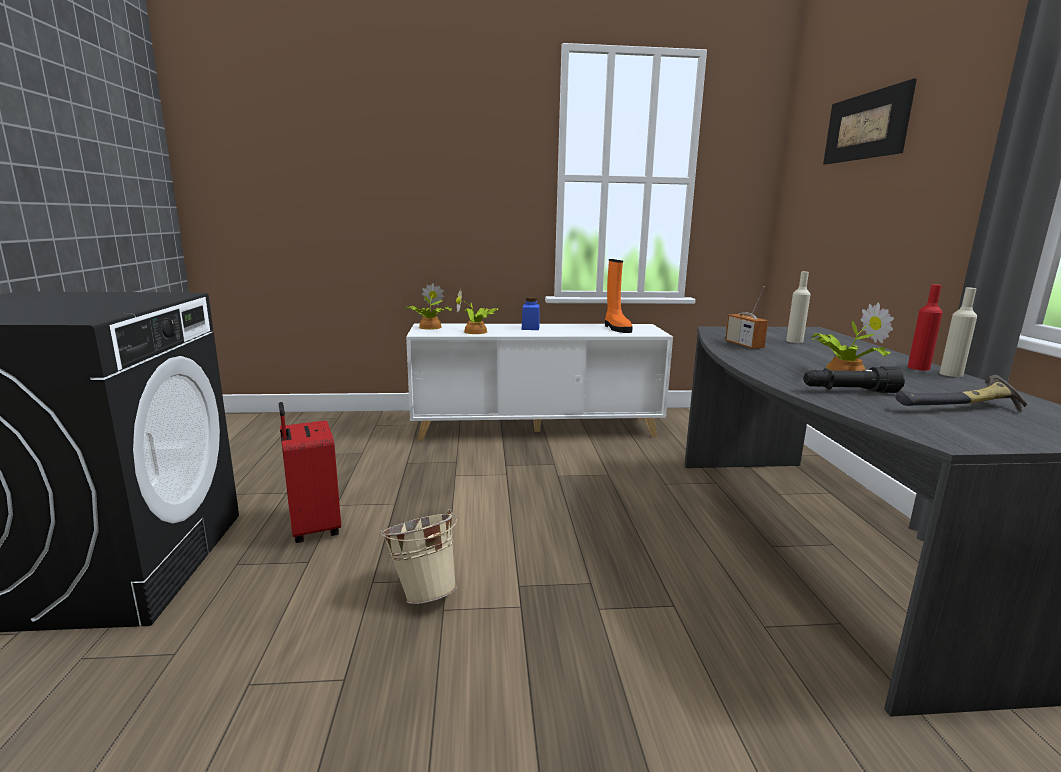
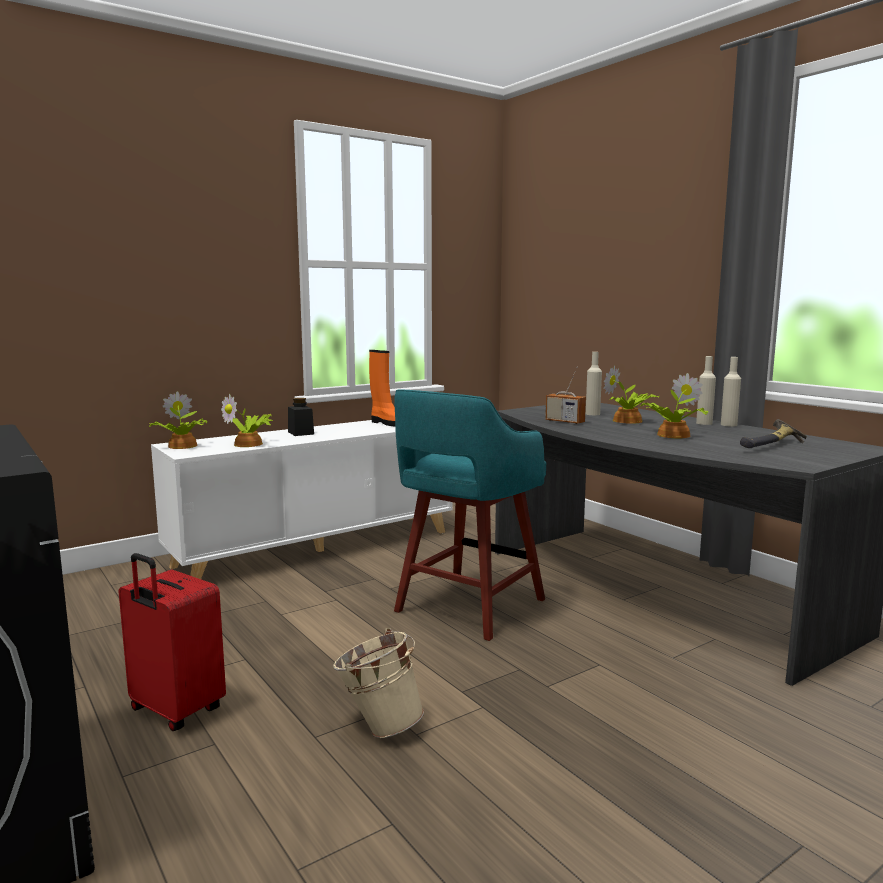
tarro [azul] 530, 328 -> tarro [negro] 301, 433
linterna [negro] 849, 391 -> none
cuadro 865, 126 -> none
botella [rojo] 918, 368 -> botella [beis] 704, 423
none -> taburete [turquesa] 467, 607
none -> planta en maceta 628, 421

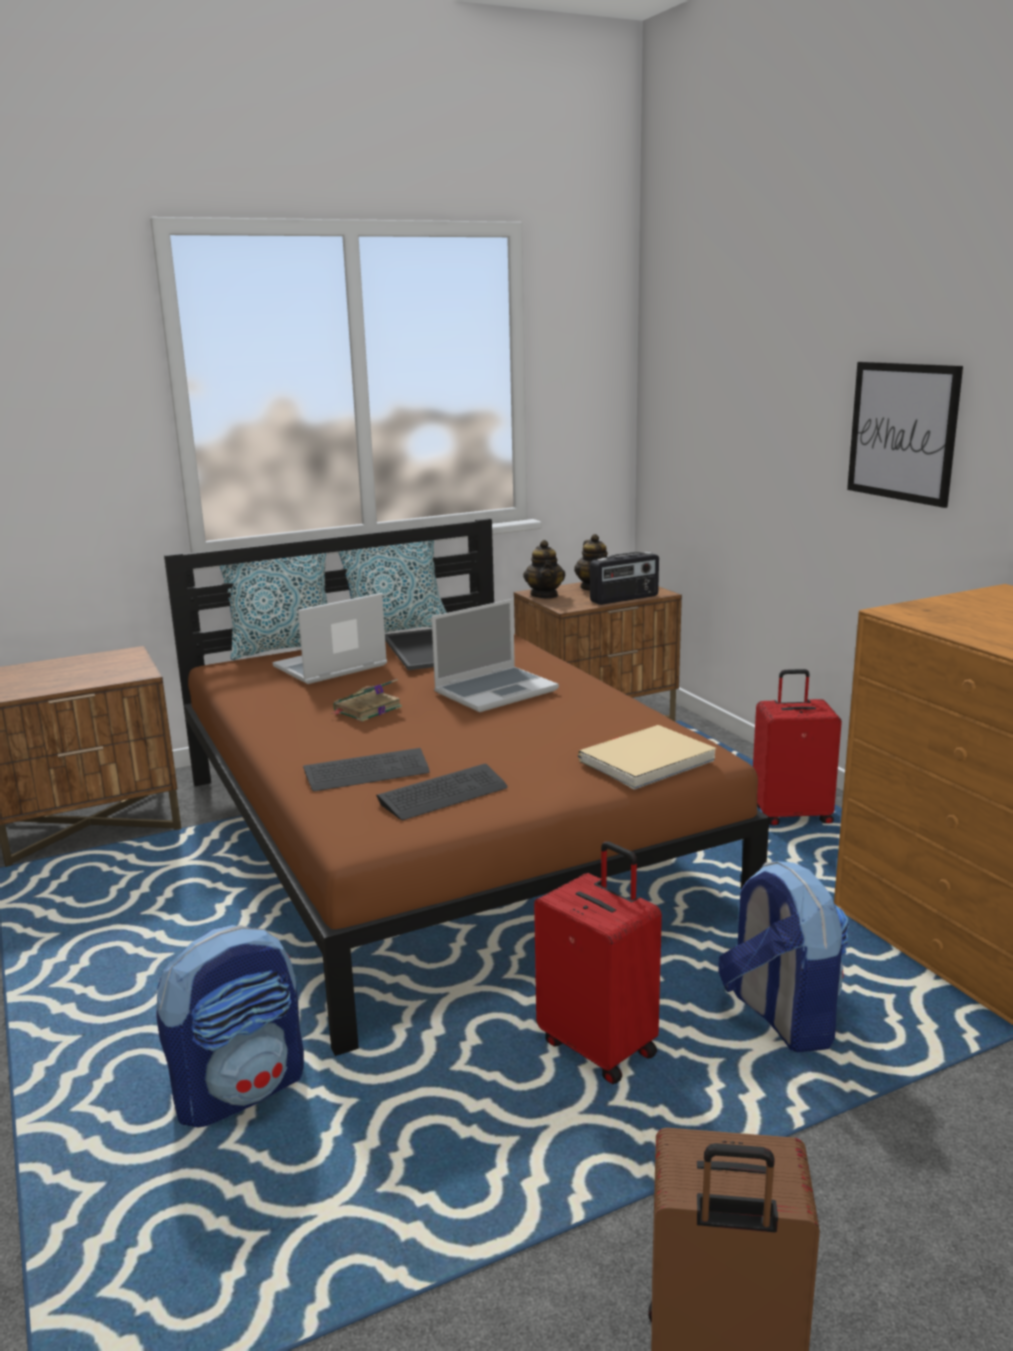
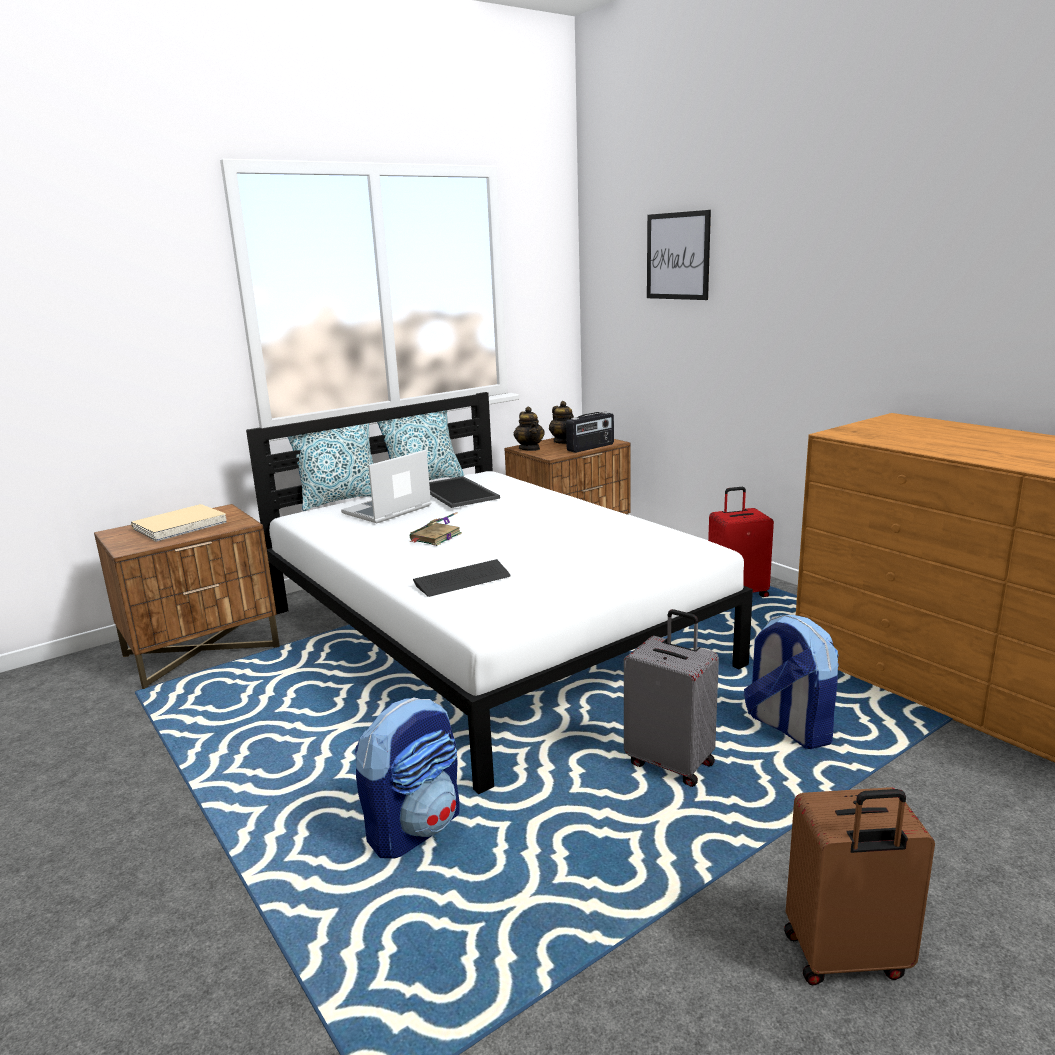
cama [marrón] 439, 842 -> cama [blanco] 489, 636
teclado 443, 795 -> none
portátil 496, 691 -> none
maleta [rojo] 600, 1046 -> maleta [gris] 671, 763
libro [beis] 646, 762 -> libro [beis] 180, 526, move
cuadro 902, 432 -> cuadro 678, 256, move

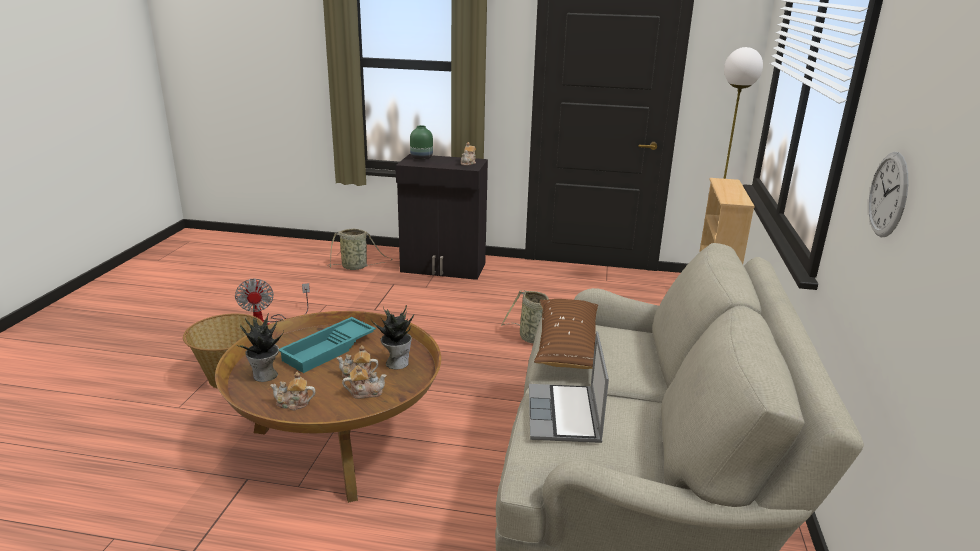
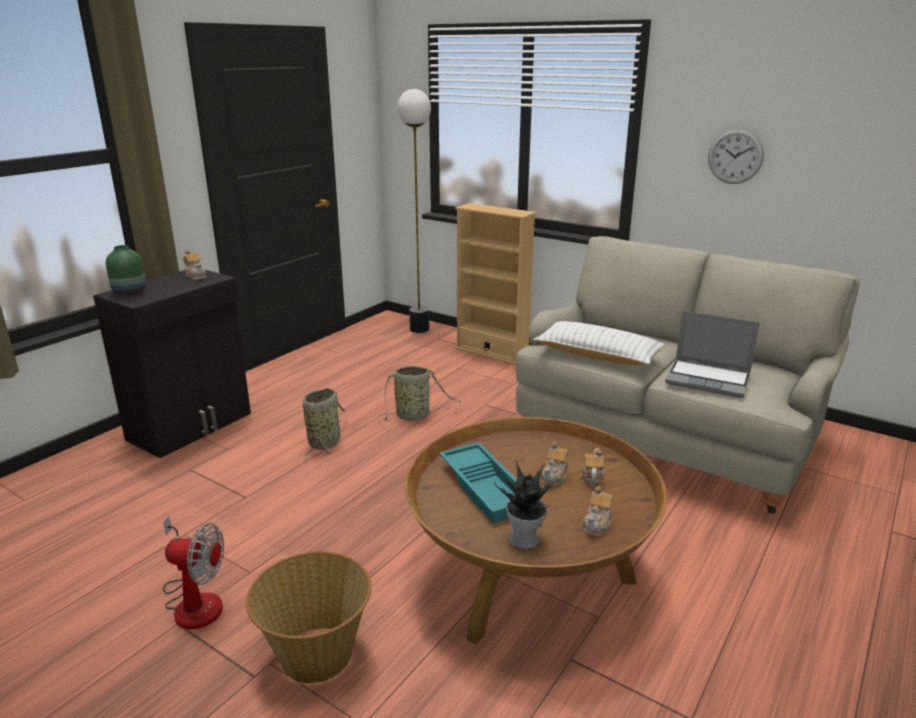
cesta 356, 267 -> cesta 325, 442, move
planta en maceta 396, 363 -> none
cojín [marrón] 567, 345 -> cojín [blanco] 597, 355

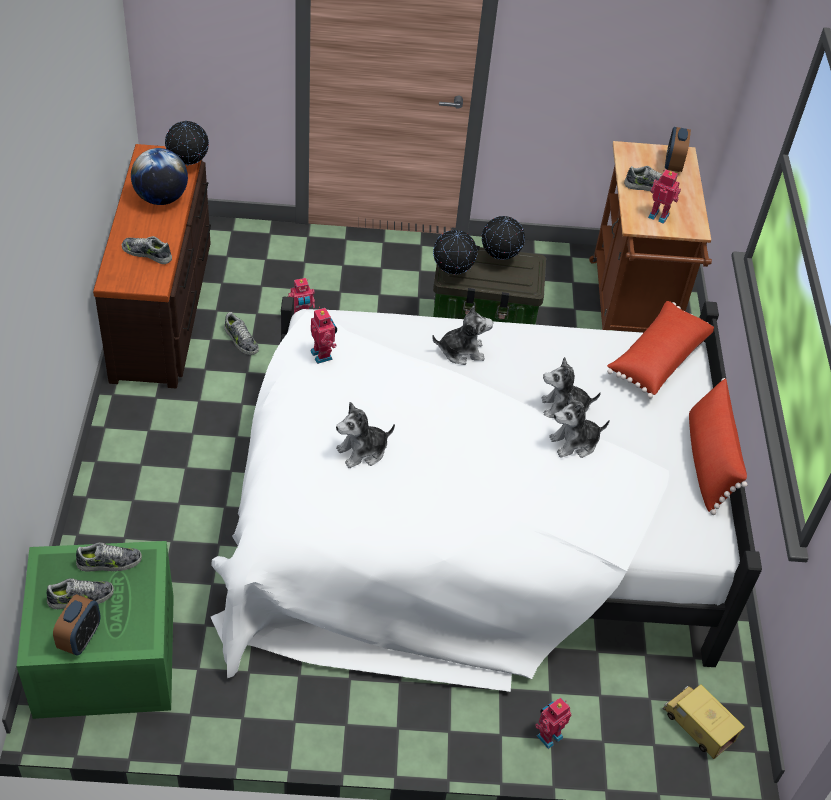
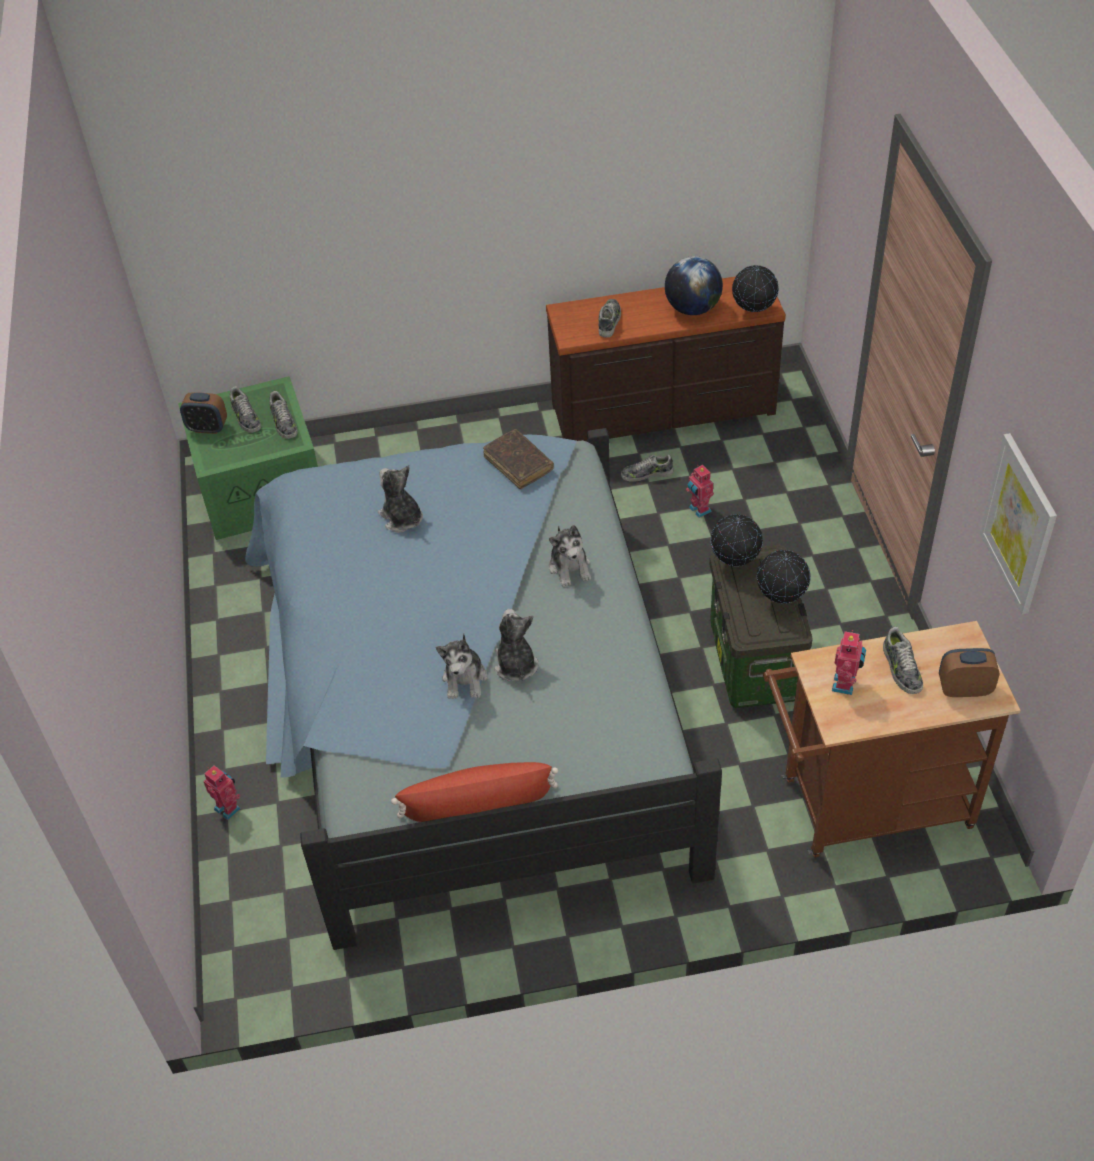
cama [blanco] 470, 524 -> cama [azul] 467, 702
zapato 240, 340 -> zapato 647, 474, 45 degrees clockwise
robot de juguete 323, 354 -> libro [marrón] 518, 464
peluche 575, 443 -> peluche 465, 679, 150 degrees counterclockwise
cojín [rojo] 657, 358 -> none
camión de juguete 698, 726 -> none
none -> cuadro 1019, 524

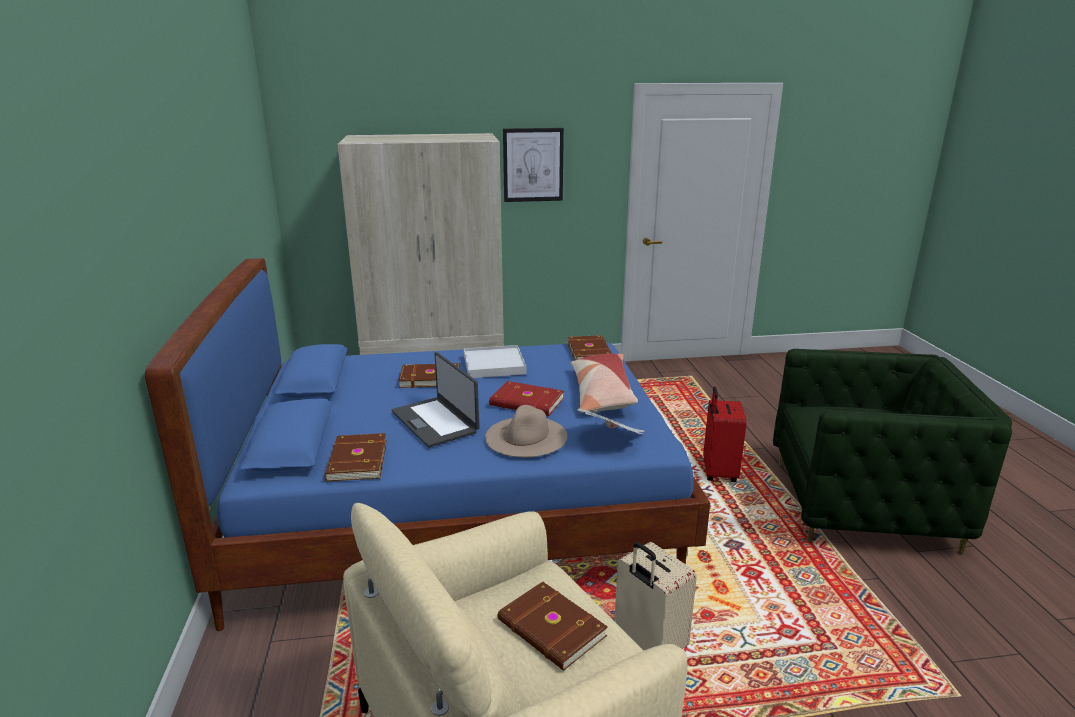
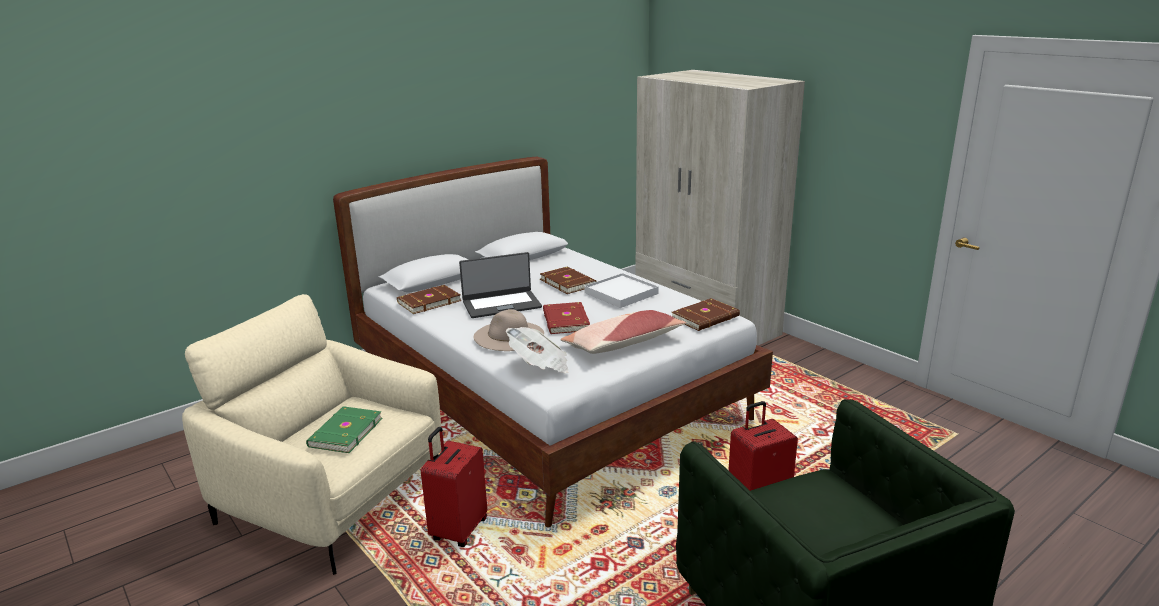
cama [azul] 457, 508 -> cama [blanco] 549, 396
portátil 436, 421 -> portátil 501, 304, 135 degrees counterclockwise
libro [marrón] 551, 629 -> libro [verde] 344, 432
cuadro 533, 165 -> none
maleta [beis] 648, 646 -> maleta [rojo] 458, 530

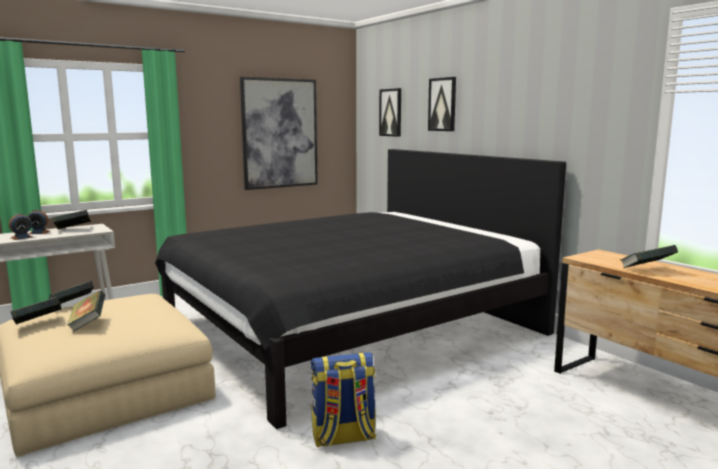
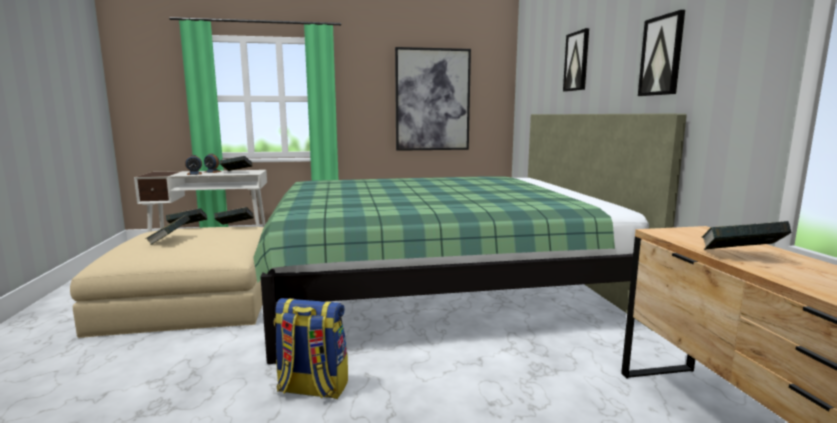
libro 38, 324 -> libro 235, 226, move
cama [negro] 350, 327 -> cama [verde] 438, 284
cuadro 391, 112 -> cuadro 661, 56, move

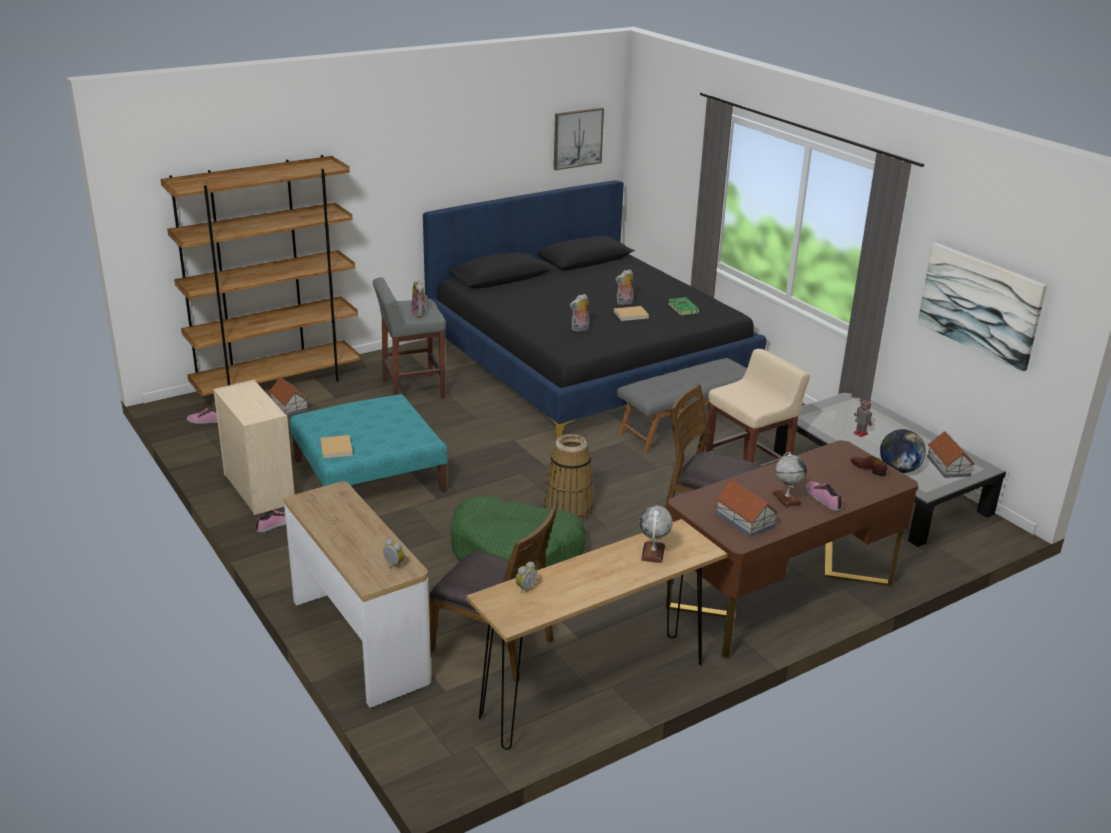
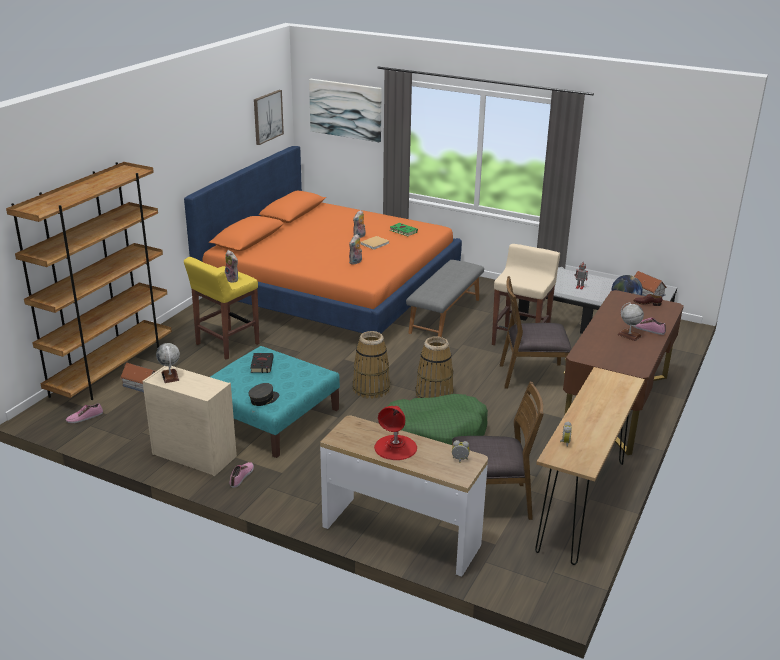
libro [beis] 336, 447 -> gorra [gris] 264, 399
taburete [gris] 412, 389 -> taburete [amarillo] 226, 344
cama [negro] 588, 361 -> cama [naranja] 331, 289
globo terráqueo 653, 553 -> globo terráqueo 170, 376, move
casita 744, 519 -> none
cuadro 980, 304 -> cuadro 345, 109, move
none -> libro [negro] 262, 364
none -> cesta 371, 388
none -> lámpara de mesa [rojo] 395, 447

